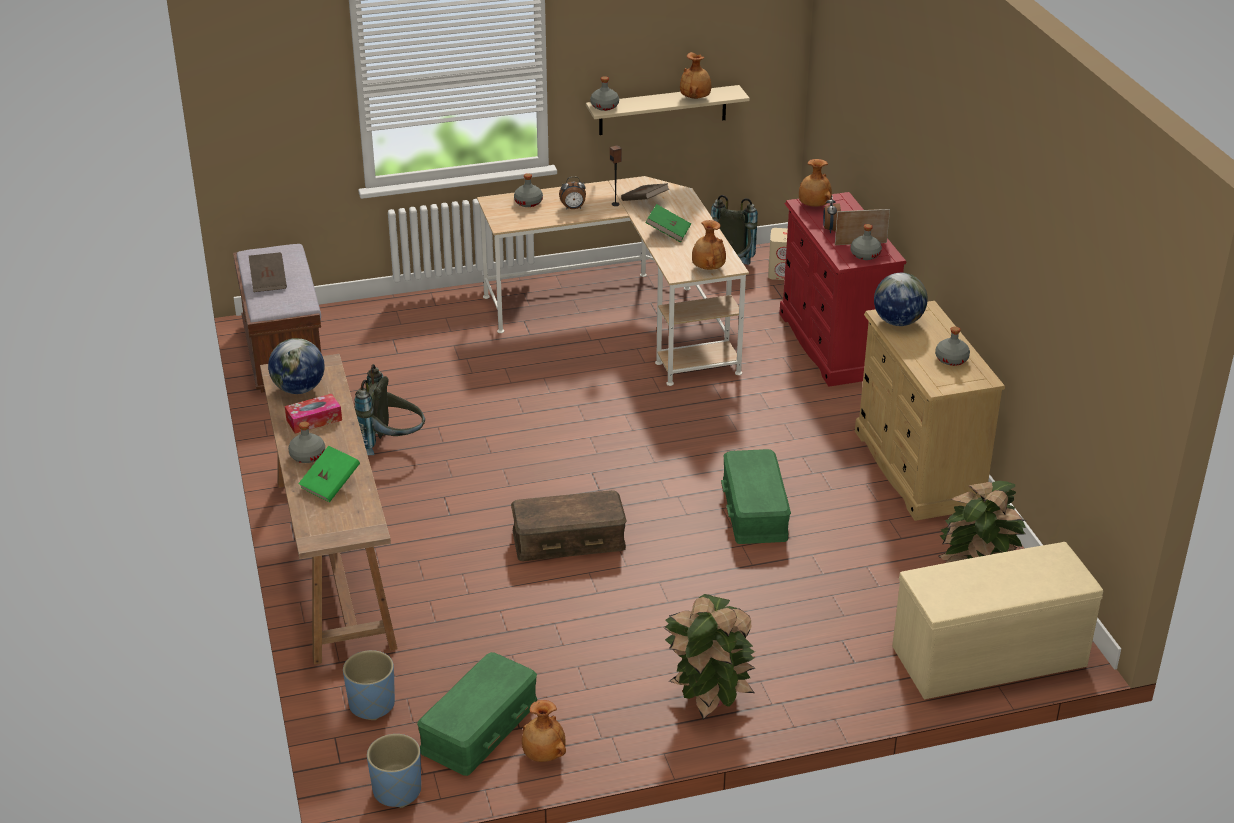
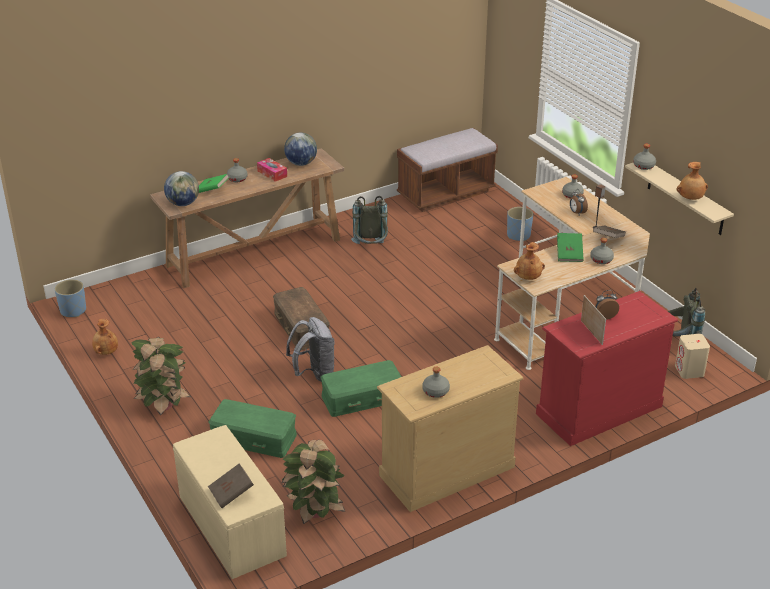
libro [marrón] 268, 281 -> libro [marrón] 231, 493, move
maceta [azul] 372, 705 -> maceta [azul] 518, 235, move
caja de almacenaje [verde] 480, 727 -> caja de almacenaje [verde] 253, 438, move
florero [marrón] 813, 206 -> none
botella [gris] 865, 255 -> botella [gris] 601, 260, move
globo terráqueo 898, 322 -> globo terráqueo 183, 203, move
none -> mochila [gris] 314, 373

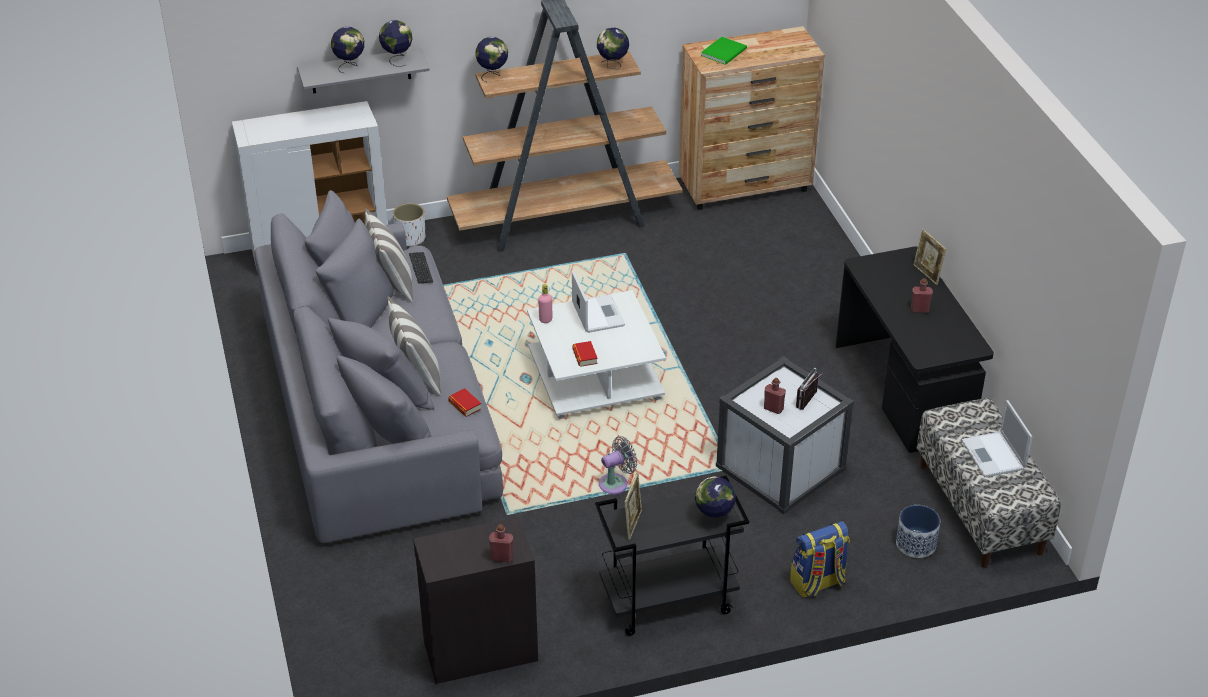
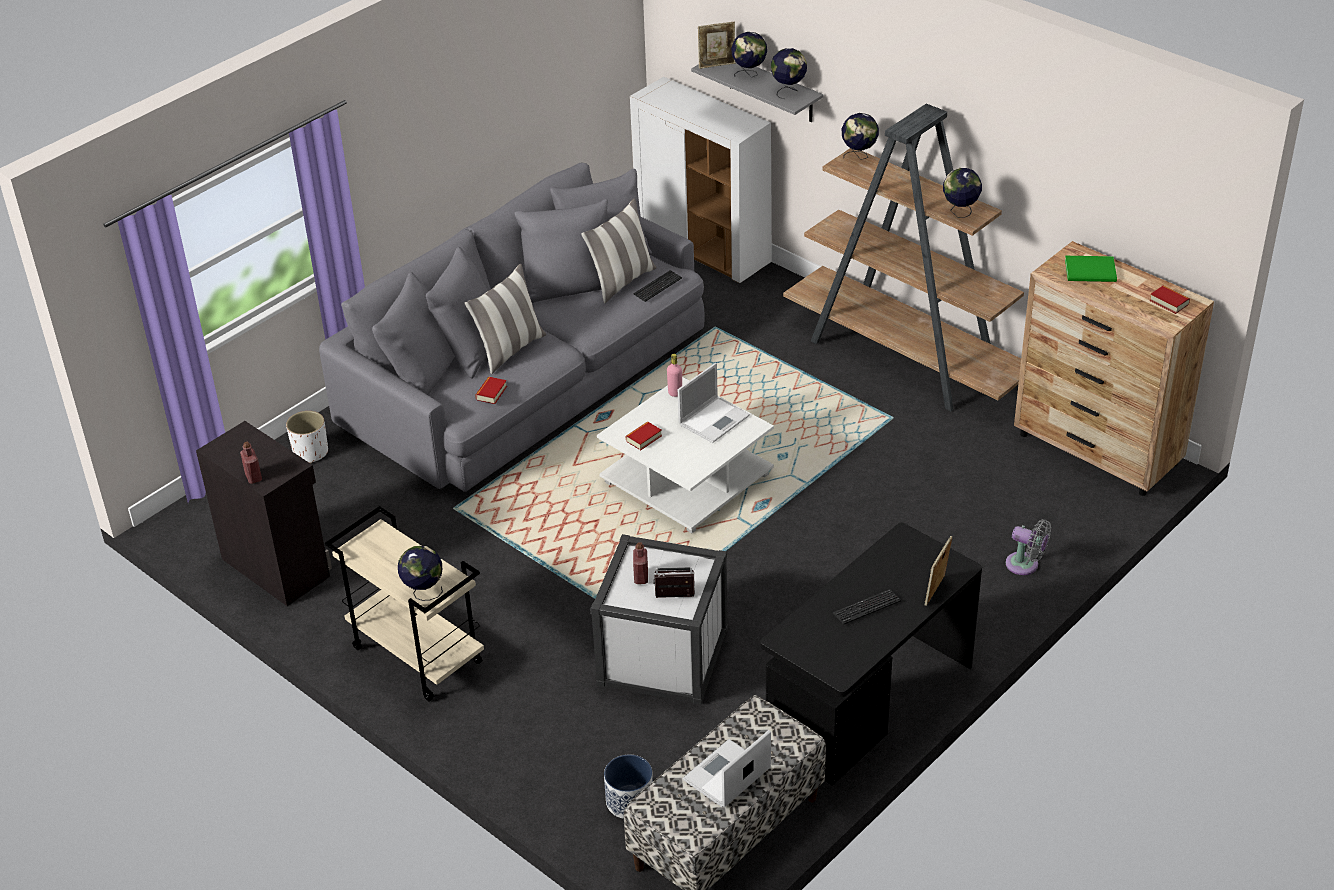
maceta [blanco] 410, 238 -> maceta [blanco] 311, 452, move
carrito [negro] 667, 602 -> carrito [beis] 415, 655
ventilador [gris] 616, 483 -> ventilador [gris] 1025, 565, move
portarretratos 633, 524 -> portarretratos 717, 65, move
mochila 817, 583 -> none
botella [rojo] 919, 309 -> teclado 866, 608
none -> libro 1169, 302

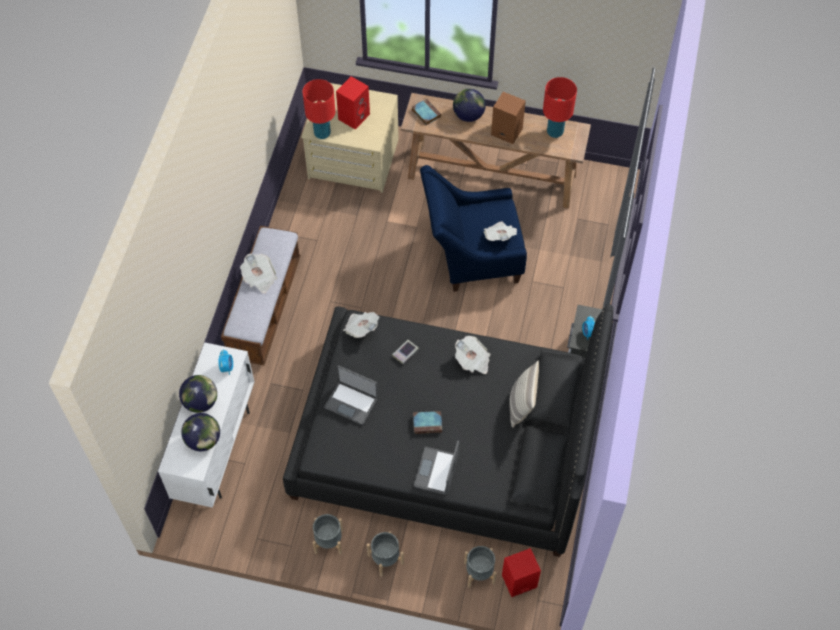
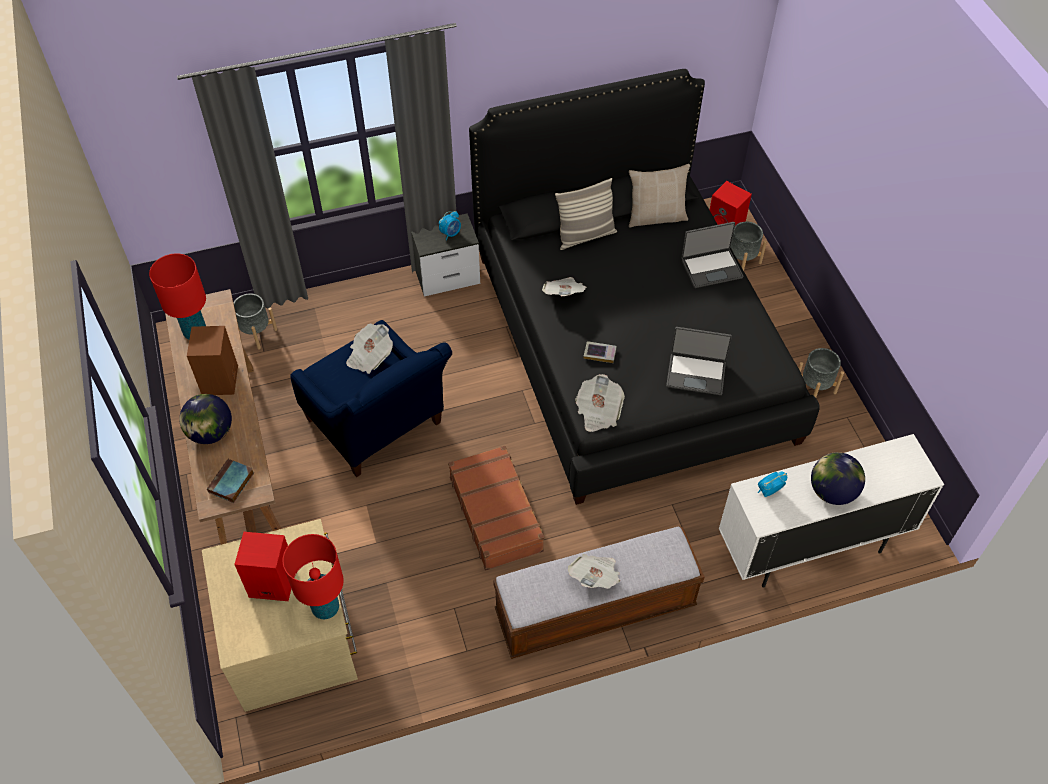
globo terráqueo 203, 440 -> none
portátil 351, 402 -> portátil 696, 373, 105 degrees clockwise
maceta [gris] 385, 559 -> maceta [gris] 256, 333, move
libro 428, 423 -> none
none -> maleta [marrón] 496, 513
none -> cojín [beis] 656, 216

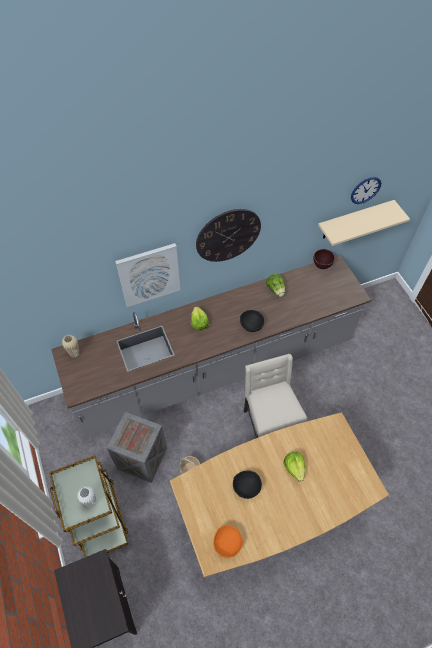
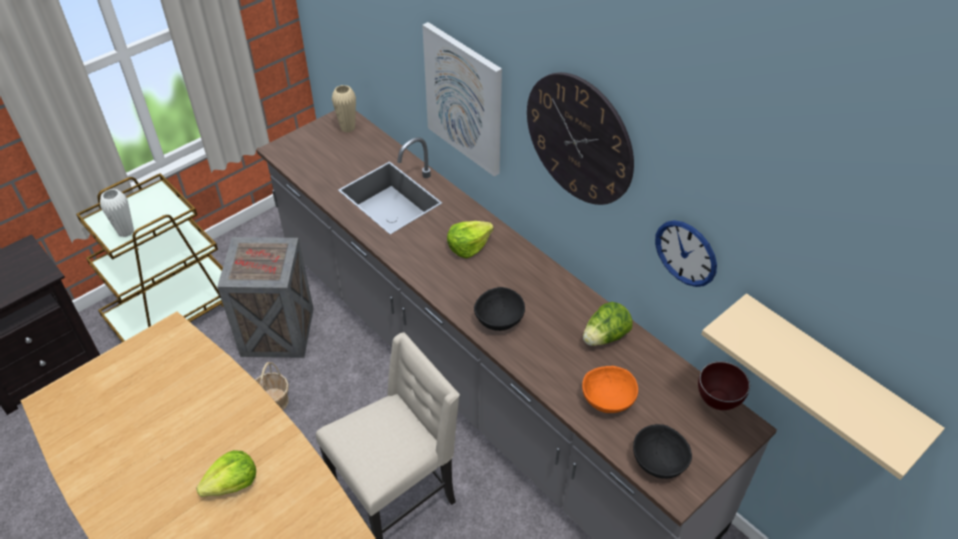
cuenco [naranja] 227, 544 -> cuenco [naranja] 607, 400, move
cuenco [negro] 246, 487 -> cuenco [negro] 658, 461, move
reloj de pared 365, 190 -> reloj de pared 686, 253, move

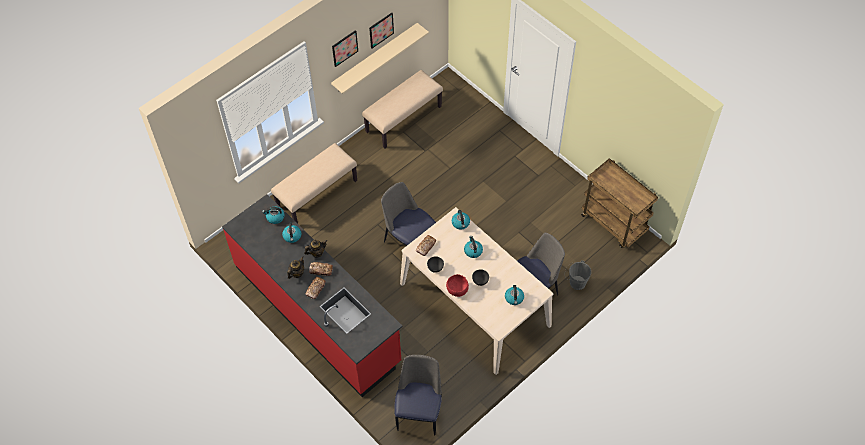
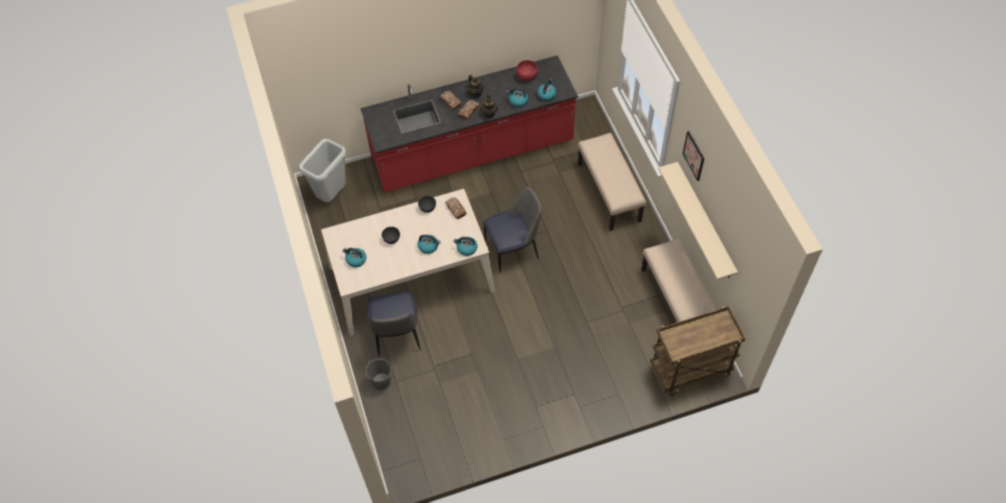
cuadro 381, 30 -> none
silla 419, 411 -> papelera [gris] 332, 195
cuenco [rojo] 457, 290 -> cuenco [rojo] 526, 76, move
carrito [marrón] 614, 223 -> carrito [marrón] 690, 371, move

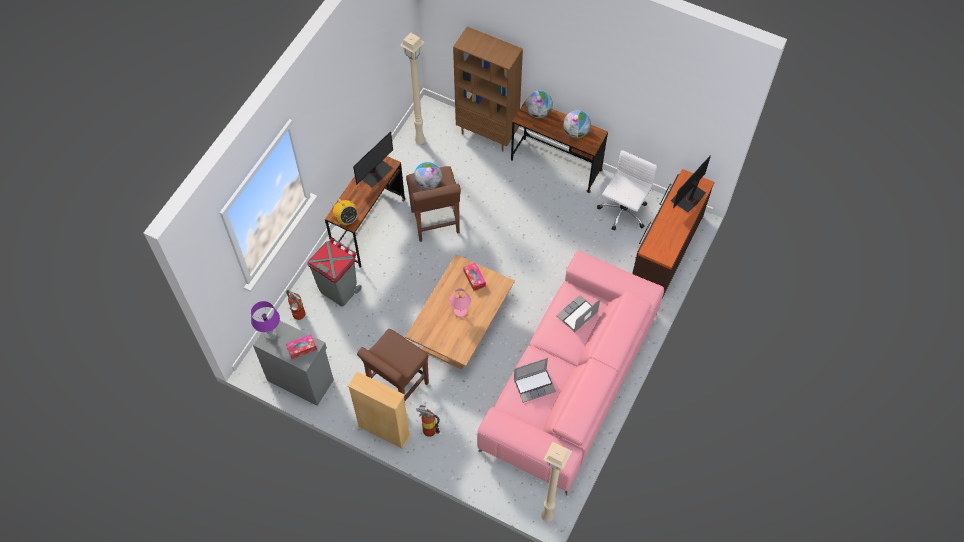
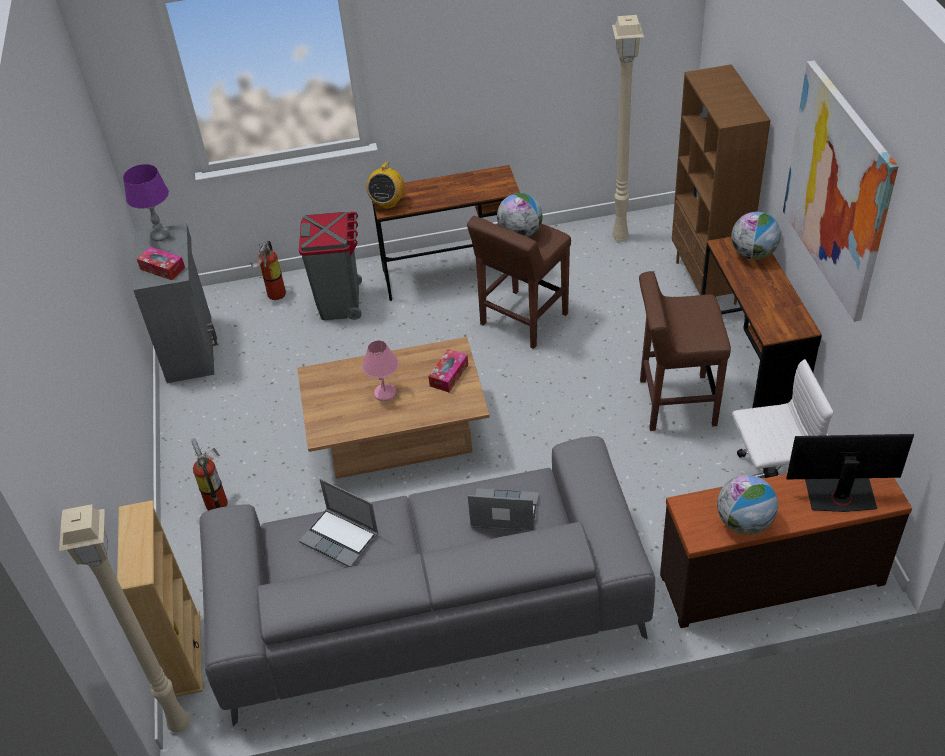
estantería [beis] 384, 430 -> estantería [beis] 185, 653, move
monitor 374, 172 -> none
taburete [marrón] 398, 387 -> taburete [marrón] 676, 402, move
sofá [rosa] 570, 380 -> sofá [gris] 428, 606
globo terráqueo 576, 132 -> globo terráqueo 744, 522, move
none -> cuadro 837, 190

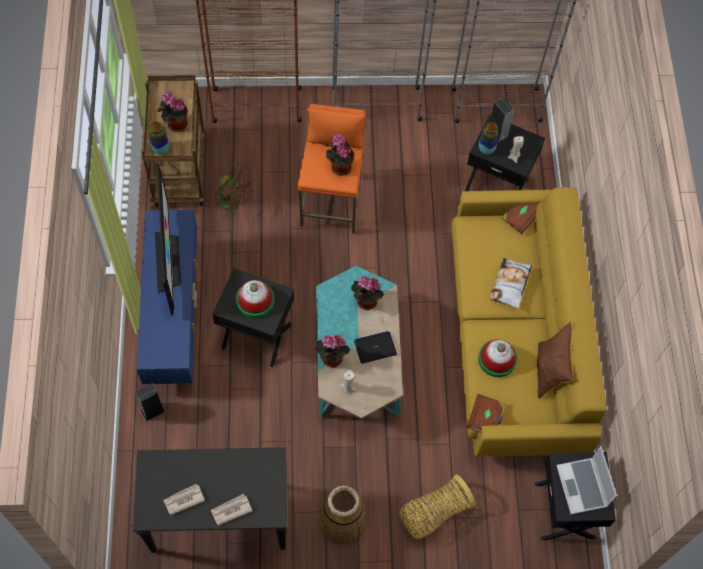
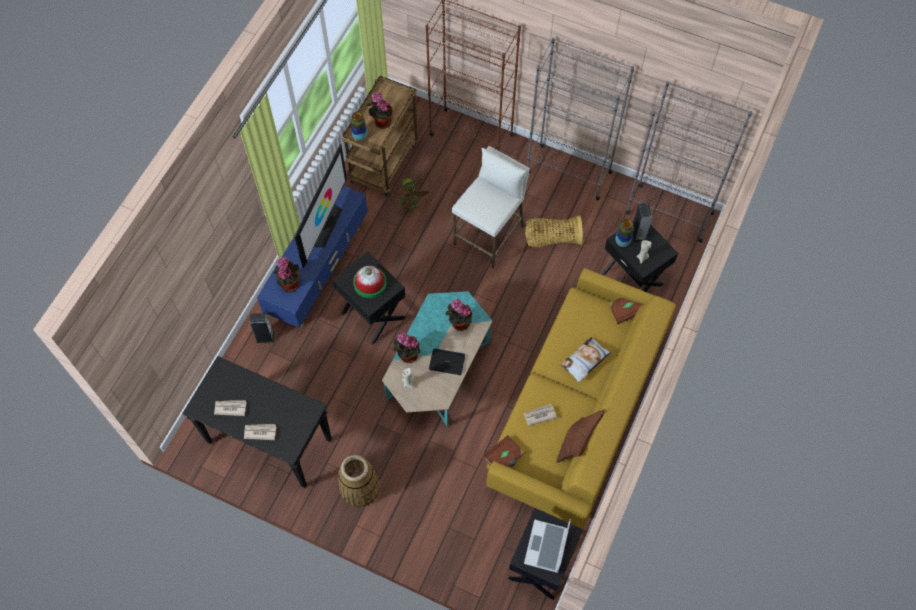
taburete [naranja] 331, 201 -> taburete [blanco] 489, 235
planta en maceta 339, 166 -> planta en maceta 289, 283, move
cesta 433, 513 -> cesta 551, 239, move
sombrero 497, 359 -> periódico 539, 415

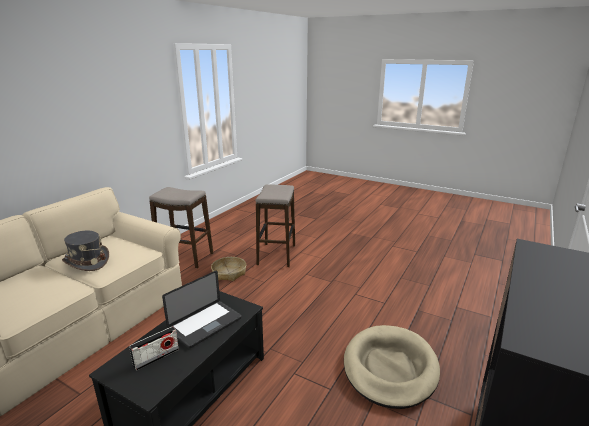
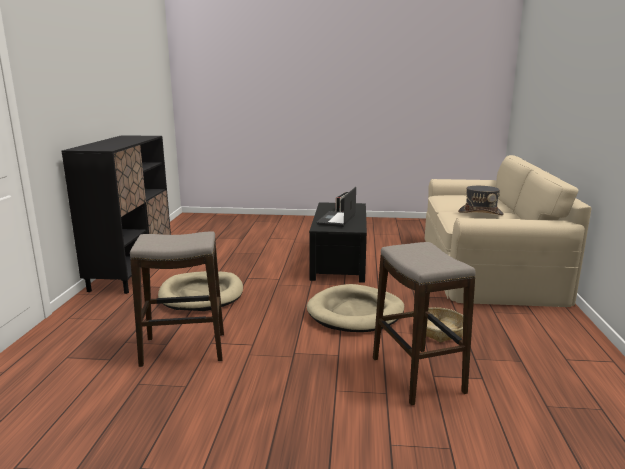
taburete 185, 257 -> taburete 184, 350, move
none -> cama para perro [beis] 355, 312

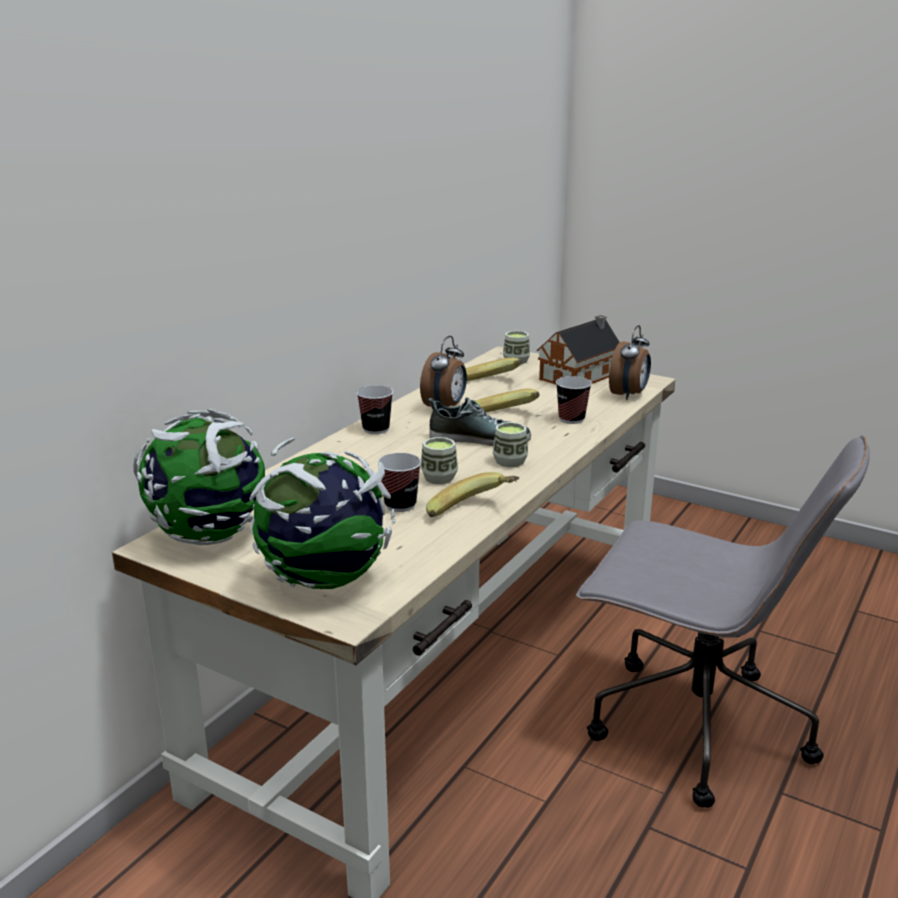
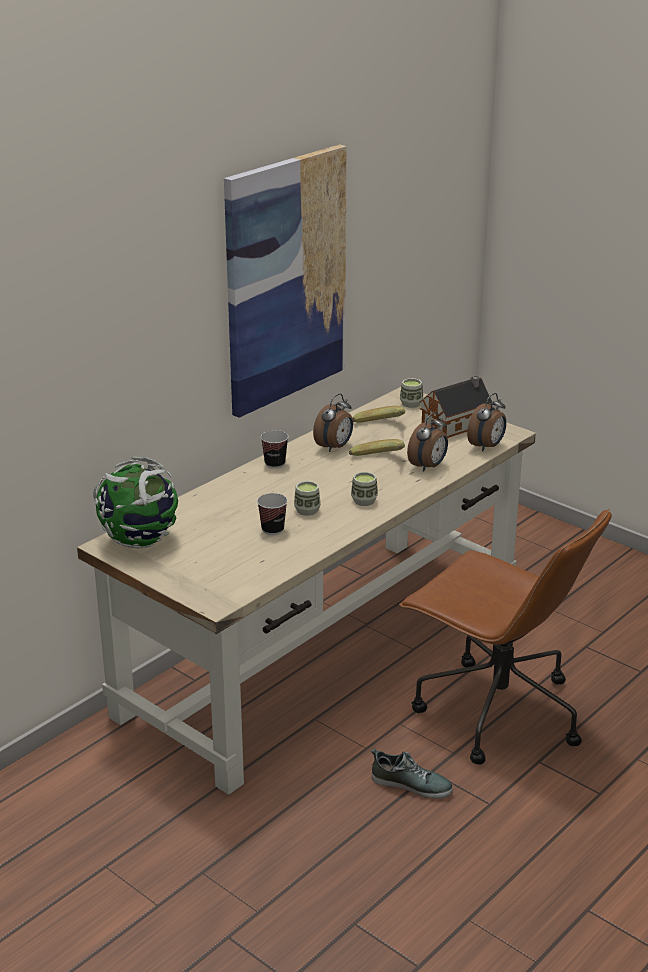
globo terráqueo 325, 580 -> none
plátano 473, 514 -> none
zapato 479, 438 -> zapato 411, 784, move
taza 571, 419 -> despertador 428, 466
silla de oficina [gris] 693, 727 -> silla de oficina [marrón] 496, 711
none -> cuadro 285, 280

